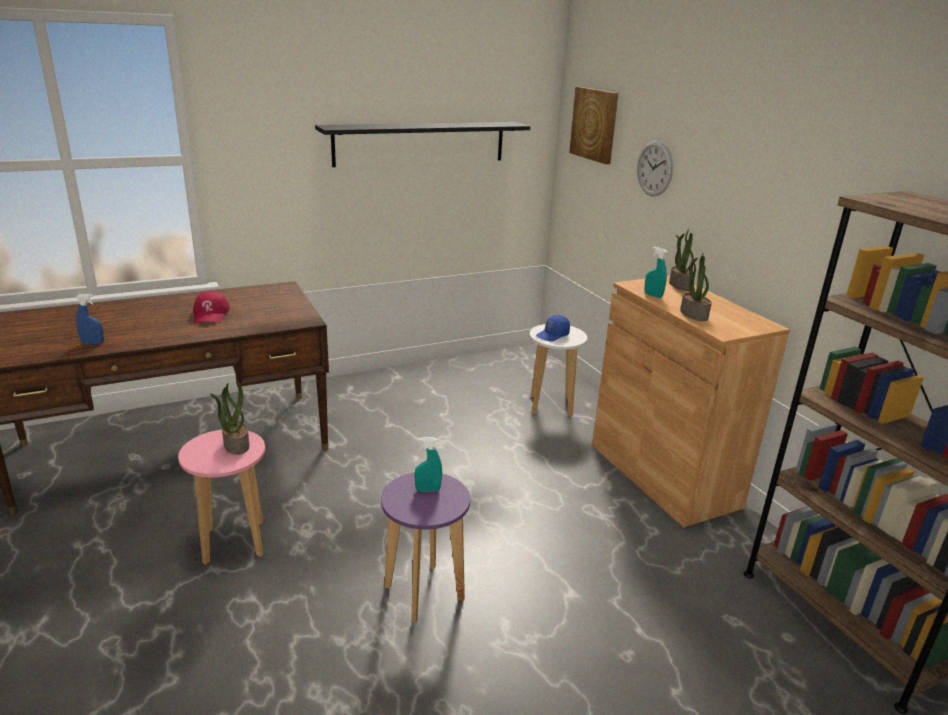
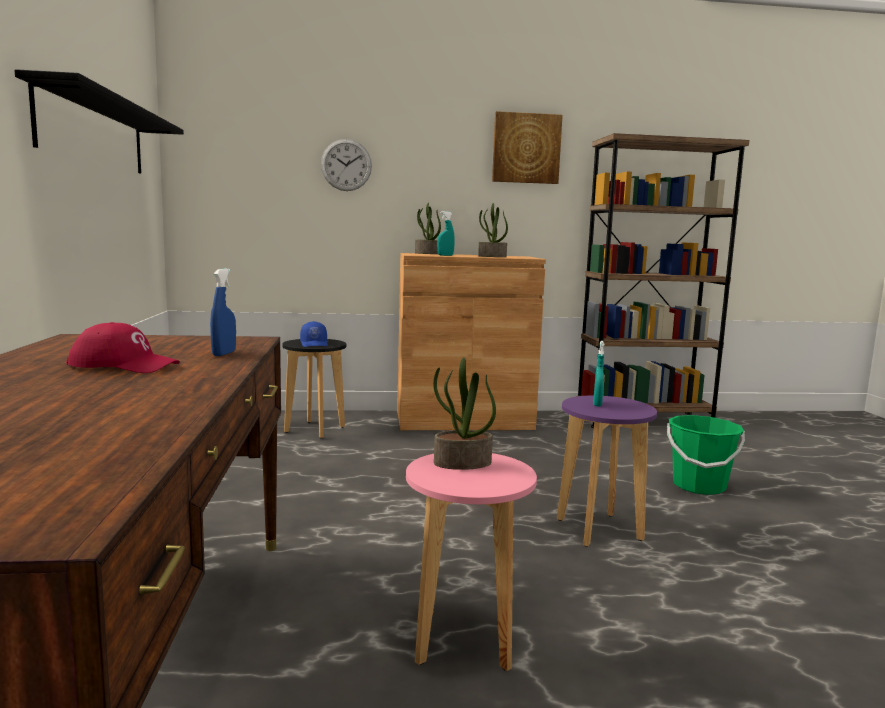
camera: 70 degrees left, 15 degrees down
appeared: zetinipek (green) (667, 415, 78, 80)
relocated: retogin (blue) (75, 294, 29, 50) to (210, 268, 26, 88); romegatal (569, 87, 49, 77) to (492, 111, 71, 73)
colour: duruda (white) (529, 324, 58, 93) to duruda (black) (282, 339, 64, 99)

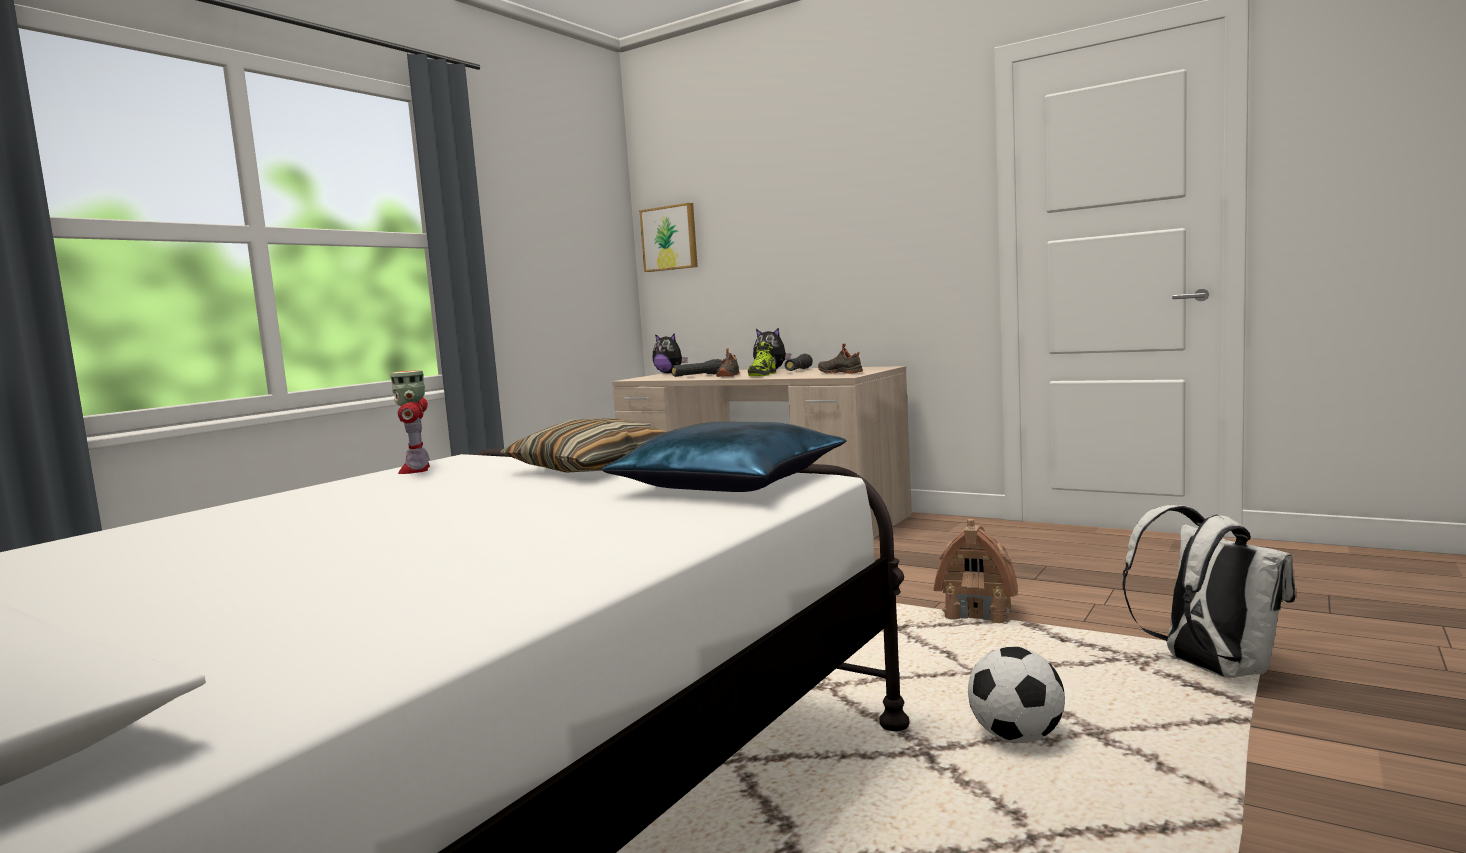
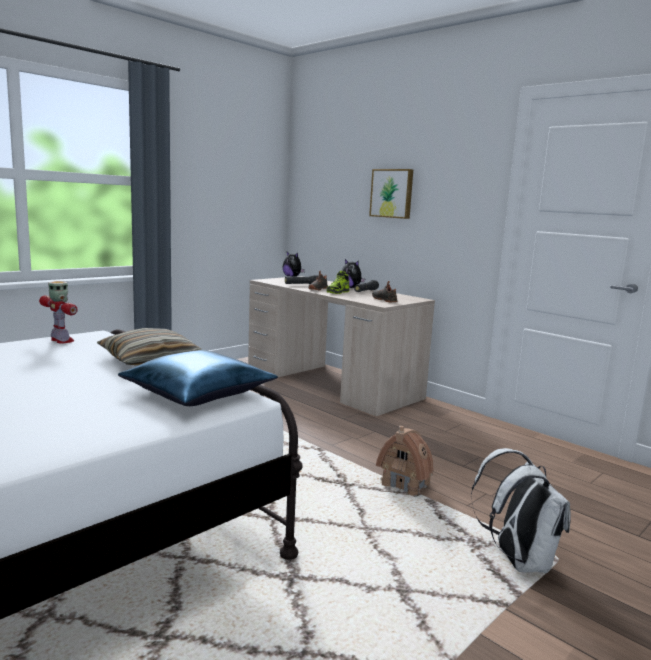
camera: 10 degrees right, 5 degrees up
missing: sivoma (968, 647, 97, 96)
relocated: romegatal (639, 203, 59, 69) to (369, 169, 44, 50)
spun: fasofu (391, 370, 39, 104) = (39, 281, 39, 63) 135 degrees clockwise

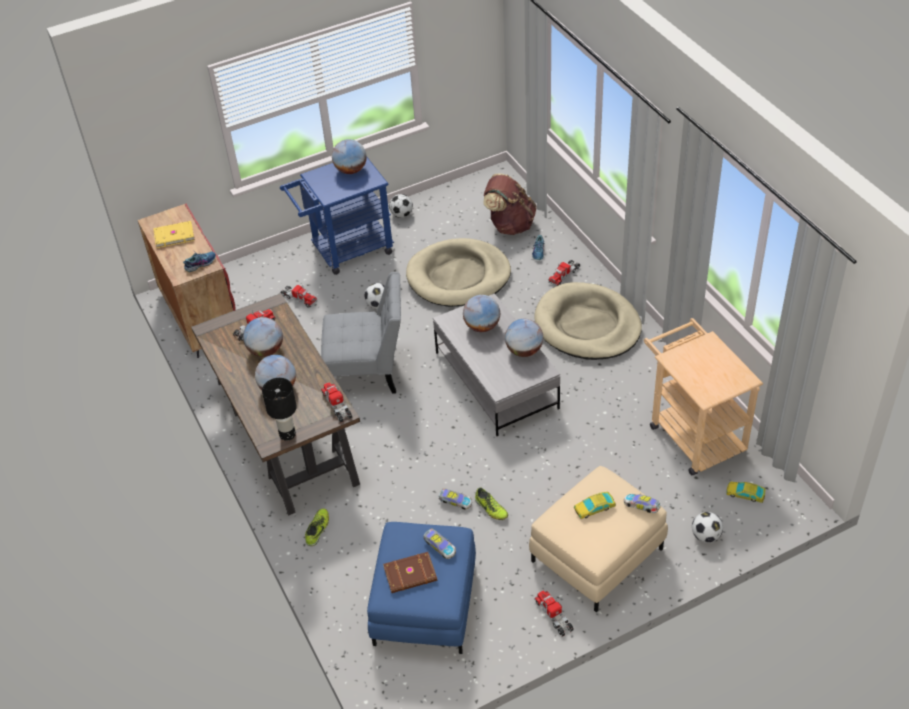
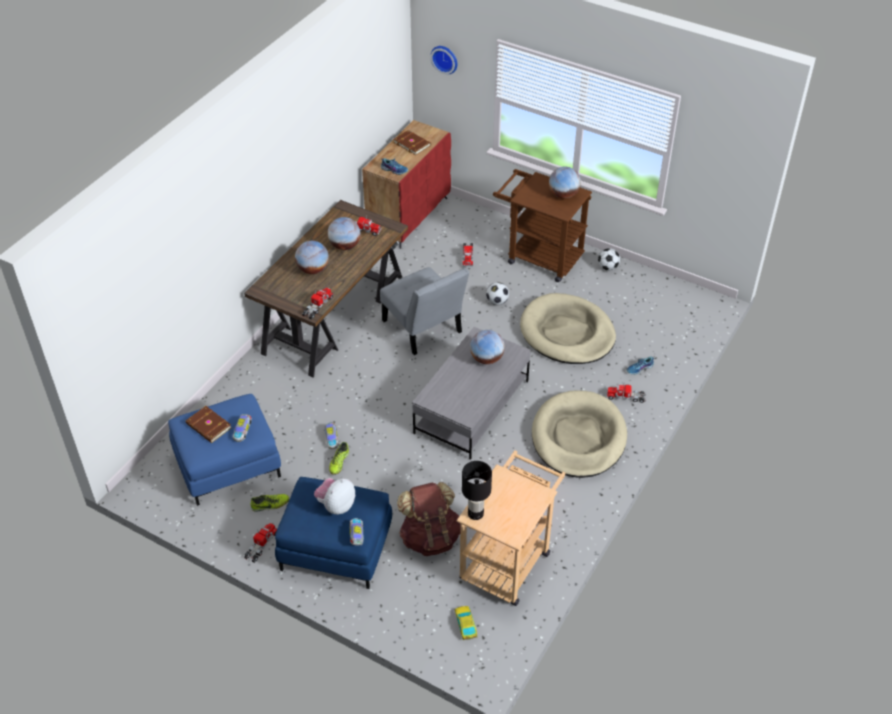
camera: 55 degrees right, 0 degrees up
missing: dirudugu (505, 319, 38, 38); sivoma (692, 512, 31, 31)
appeared: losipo (431, 46, 26, 28)
relocated: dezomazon (305, 508, 24, 38) to (250, 494, 39, 18); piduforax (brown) (484, 174, 53, 61) to (397, 482, 64, 74); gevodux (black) (262, 378, 35, 63) to (462, 461, 30, 59)
exchanged: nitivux (574, 492, 42, 27) to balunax (314, 478, 41, 37)
colour: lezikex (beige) (529, 466, 139, 146) to lezikex (blue) (275, 477, 117, 112); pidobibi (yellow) (153, 221, 42, 27) to pidobibi (brown) (393, 130, 38, 25); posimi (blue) (280, 157, 114, 118) to posimi (brown) (493, 169, 99, 113)

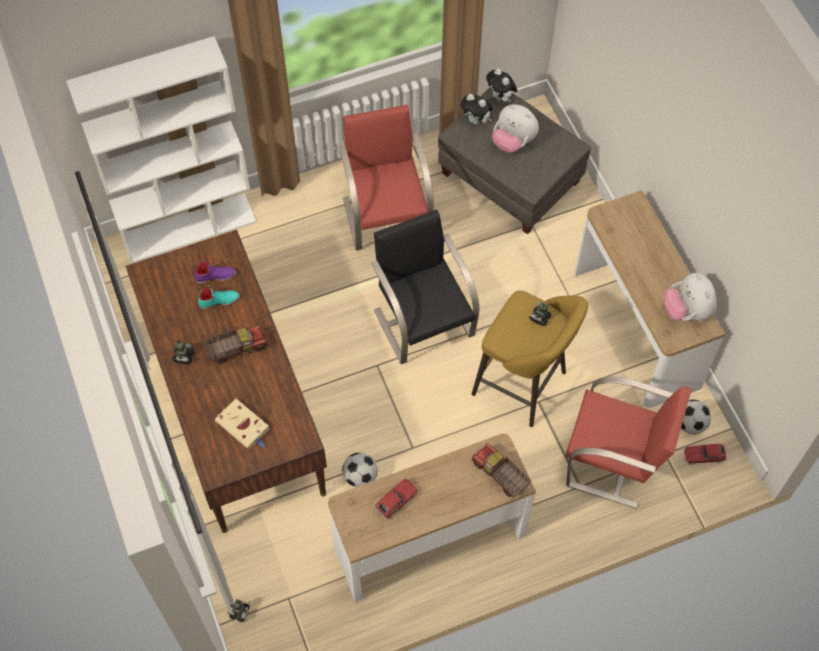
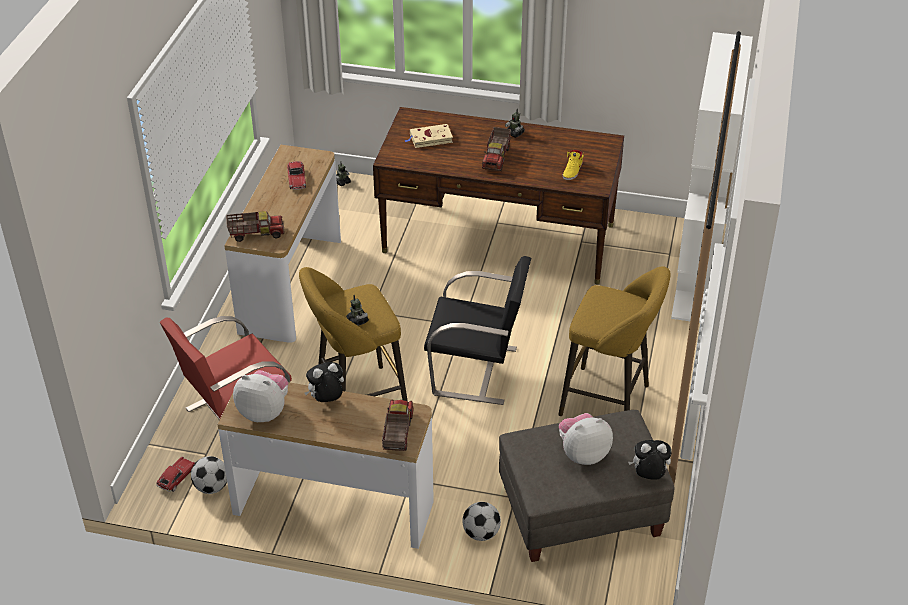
camera: 125 degrees right, 20 degrees down
missing: dezomazon (turquoise) (198, 285, 42, 24)
appeared: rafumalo (382, 400, 31, 51)
relocated: balunax (460, 94, 33, 31) to (305, 362, 39, 40); sivoma (342, 453, 35, 34) to (462, 502, 39, 39)
exchanged: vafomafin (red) (339, 105, 95, 146) to duruda (yellow) (558, 267, 112, 149)
colour: dezomazon (purple) (194, 260, 42, 24) to dezomazon (yellow) (562, 150, 22, 30)

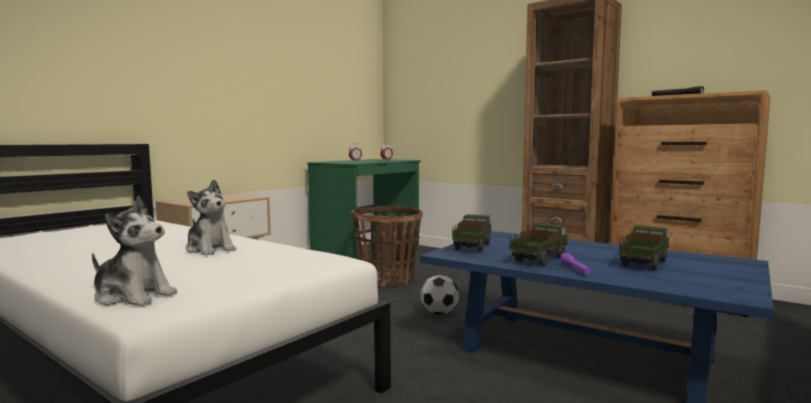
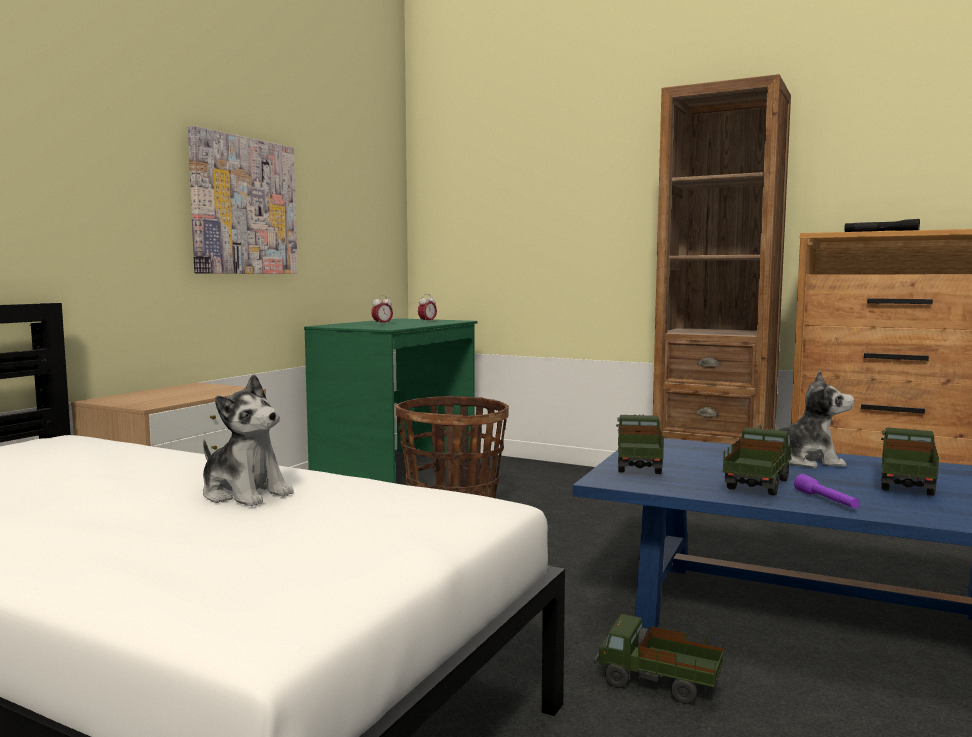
camera: 10 degrees left, 0 degrees up
missing: sivoma (420, 275, 39, 40)
appeared: romegatal (188, 126, 110, 148); rafumalo (594, 614, 130, 90)
relocated: balunax (92, 196, 85, 110) to (758, 370, 97, 98)

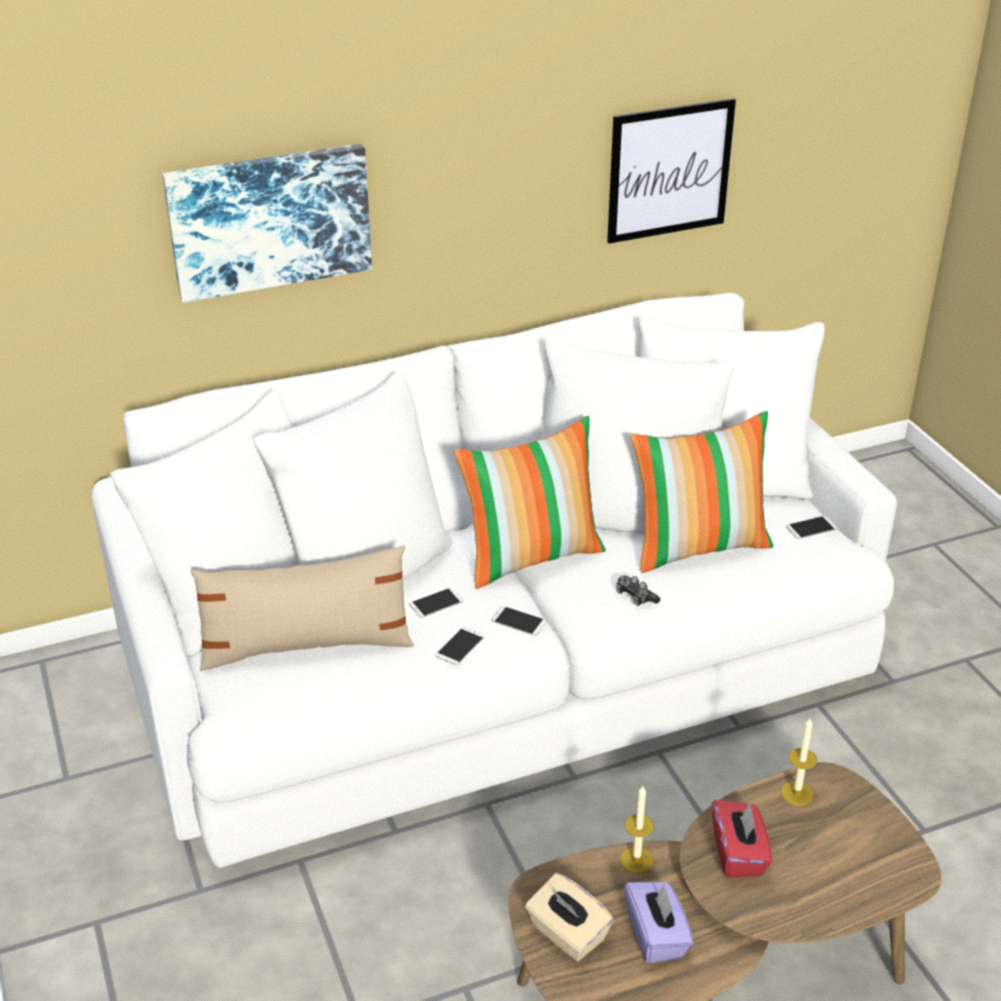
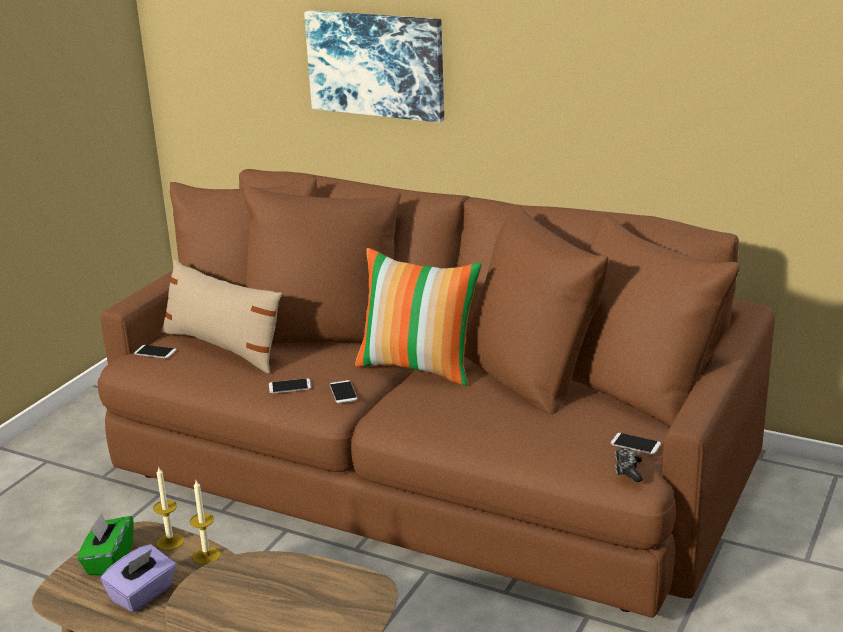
camera: 50 degrees right, 10 degrees down
missing: romegatal (607, 98, 129, 145); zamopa (630, 411, 143, 162); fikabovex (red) (712, 800, 60, 78)
relocated: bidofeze (409, 588, 54, 30) to (134, 345, 42, 13); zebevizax (781, 718, 36, 88) to (153, 468, 31, 82); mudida (616, 576, 44, 30) to (615, 448, 28, 34)
colour: fikabovex (beige) (525, 873, 88, 88) to fikabovex (green) (77, 512, 57, 63); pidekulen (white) (91, 293, 806, 575) to pidekulen (brown) (98, 169, 677, 449)

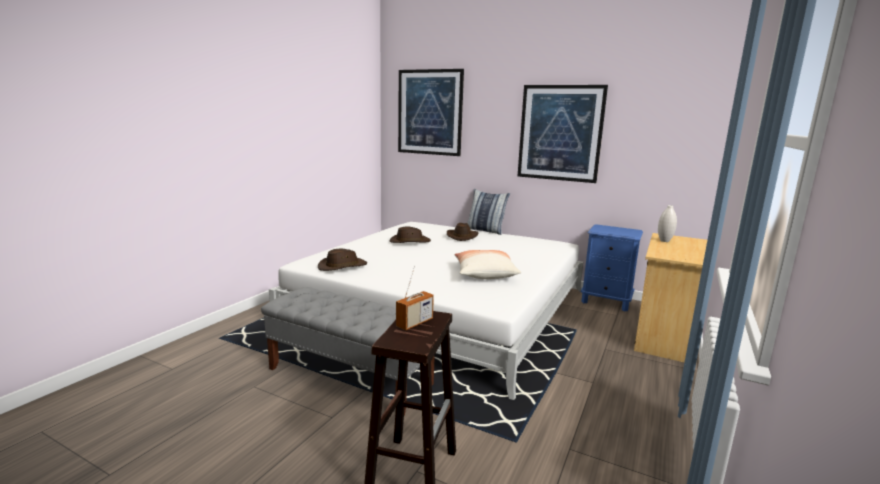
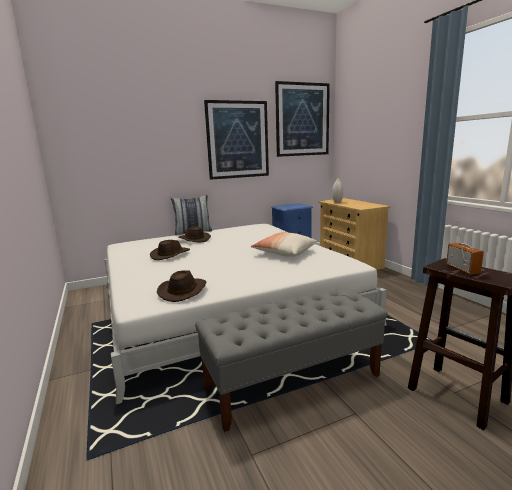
camera: 50 degrees left, 0 degrees up
relocated: romegatal (398, 69, 66, 87) to (275, 81, 55, 76)

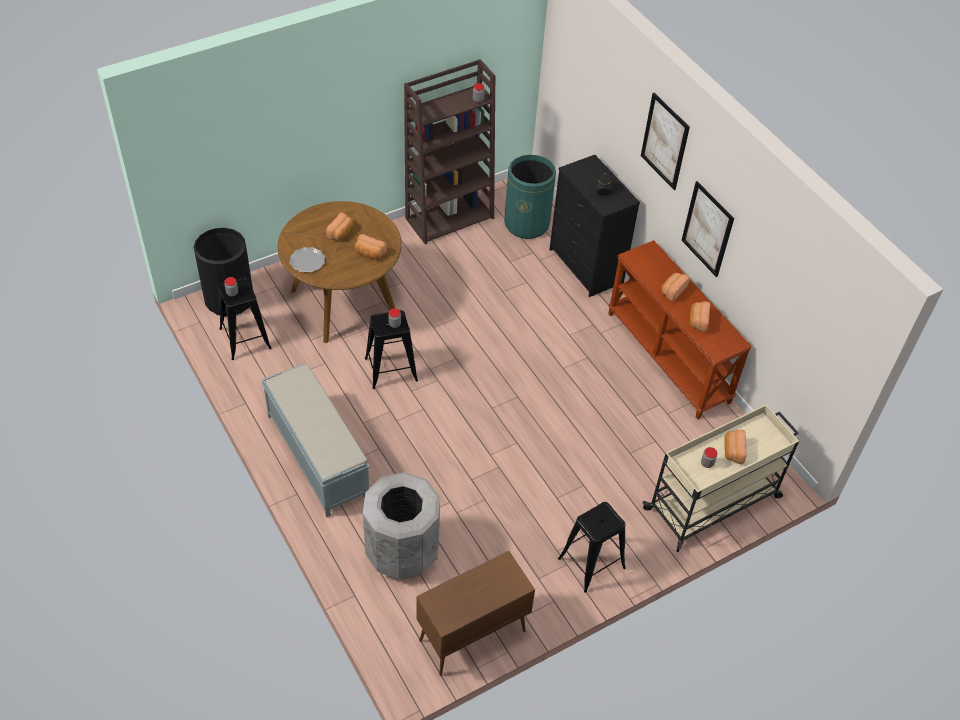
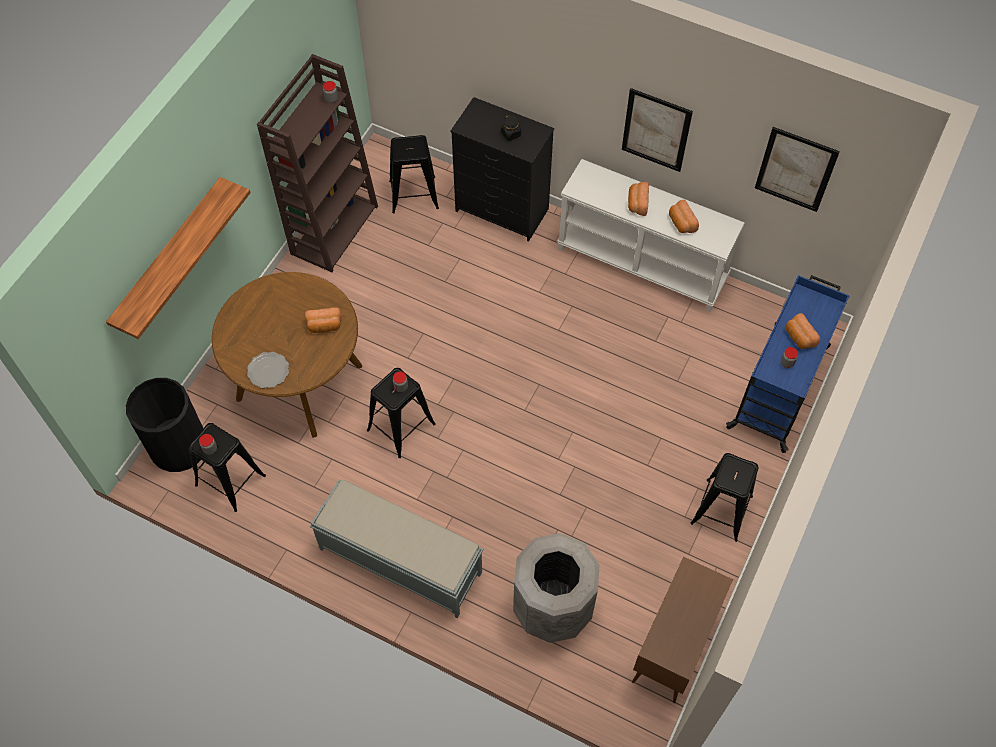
camera: 30 degrees left, 10 degrees up
missing: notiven (326, 212, 28, 28)
appeared: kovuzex (106, 177, 145, 162)
relocated: romegatal (641, 93, 49, 97) to (755, 127, 85, 85)
exchanged: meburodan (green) (504, 155, 52, 84) to duruda (black) (389, 135, 50, 79)
colour: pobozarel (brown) (608, 240, 144, 179) to pobozarel (white) (557, 159, 188, 153); posimi (beige) (643, 405, 156, 147) to posimi (blue) (726, 275, 124, 178)

